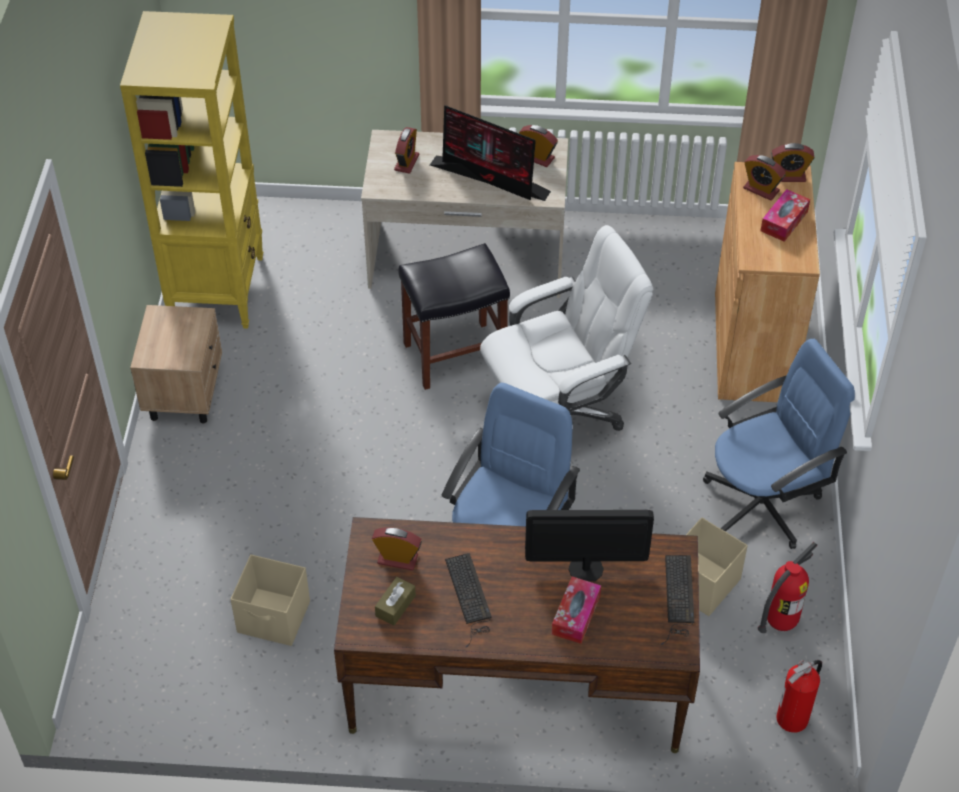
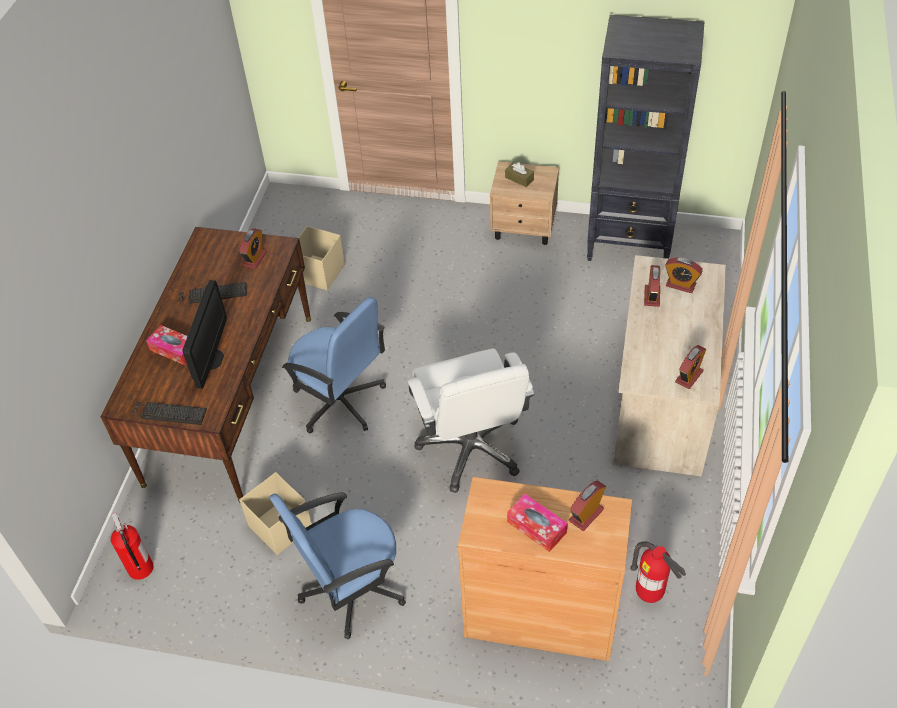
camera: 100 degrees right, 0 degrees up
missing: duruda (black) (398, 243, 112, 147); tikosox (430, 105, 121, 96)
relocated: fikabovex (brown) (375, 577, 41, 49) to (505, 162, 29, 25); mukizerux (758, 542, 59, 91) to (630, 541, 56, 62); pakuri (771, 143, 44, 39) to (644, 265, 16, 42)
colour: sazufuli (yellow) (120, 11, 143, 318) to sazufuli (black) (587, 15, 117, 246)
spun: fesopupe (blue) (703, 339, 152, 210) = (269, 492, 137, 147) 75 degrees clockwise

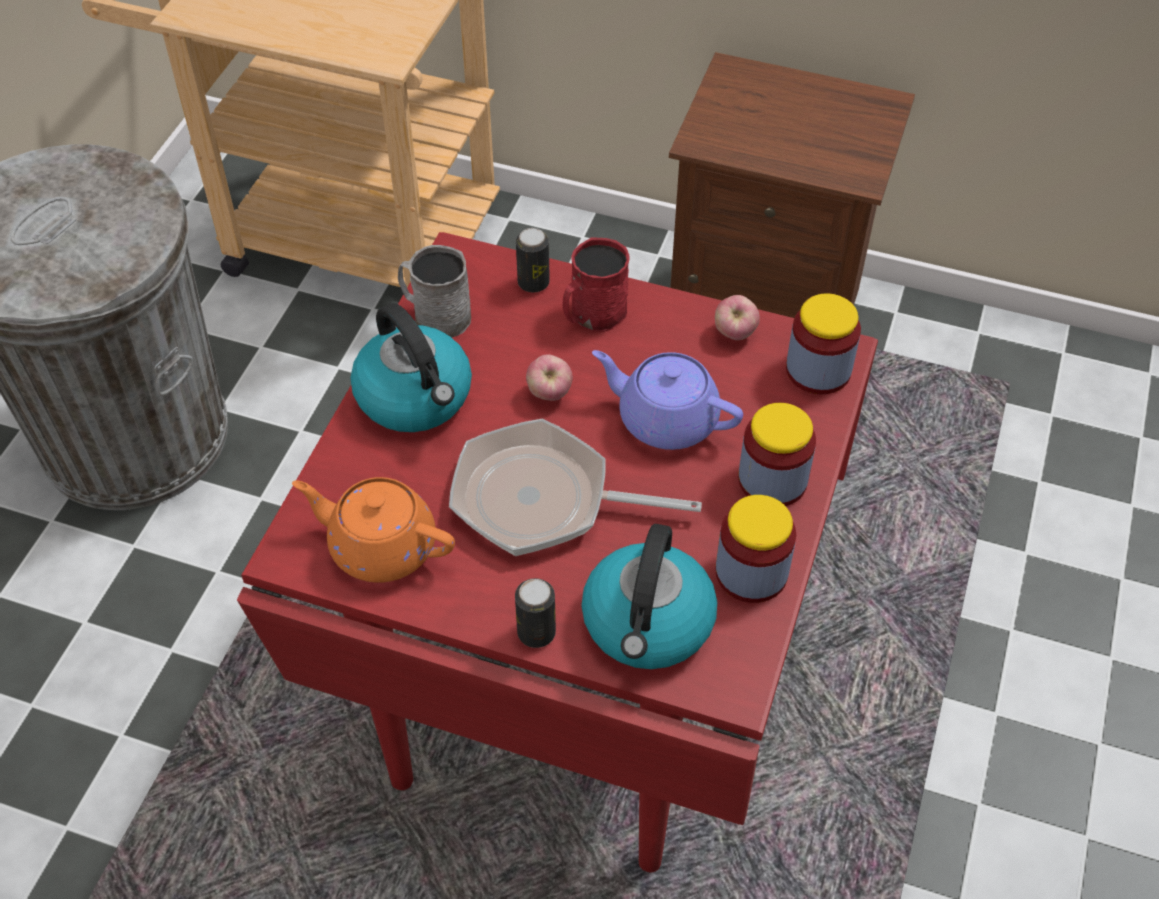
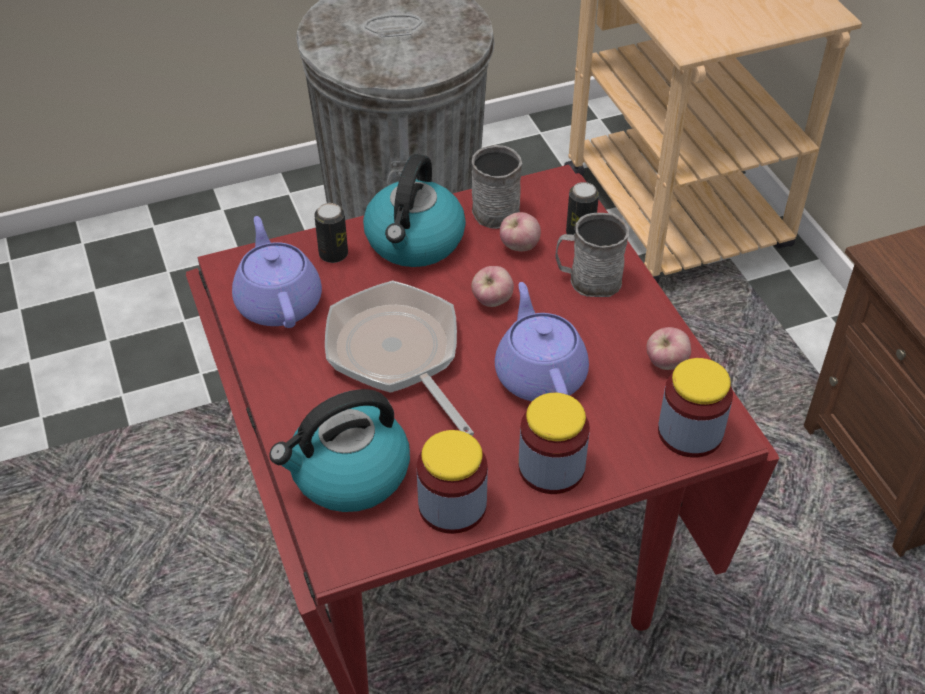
camera: 50 degrees right, 5 degrees down
appeared: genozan (500, 212, 41, 39)
relocated: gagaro (515, 578, 41, 70) to (314, 203, 34, 60)
colour: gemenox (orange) (292, 477, 163, 106) to gemenox (purple) (232, 216, 90, 112); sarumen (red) (563, 237, 67, 95) to sarumen (grey) (555, 213, 74, 84)

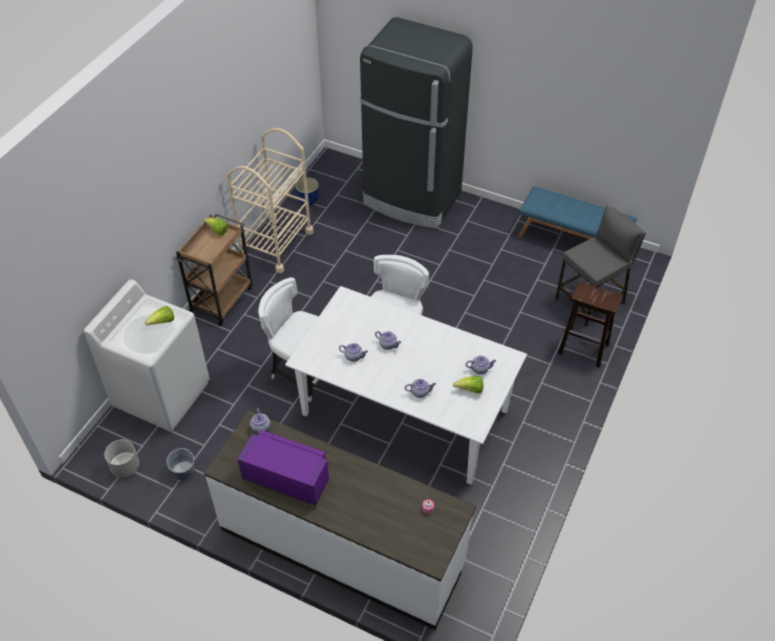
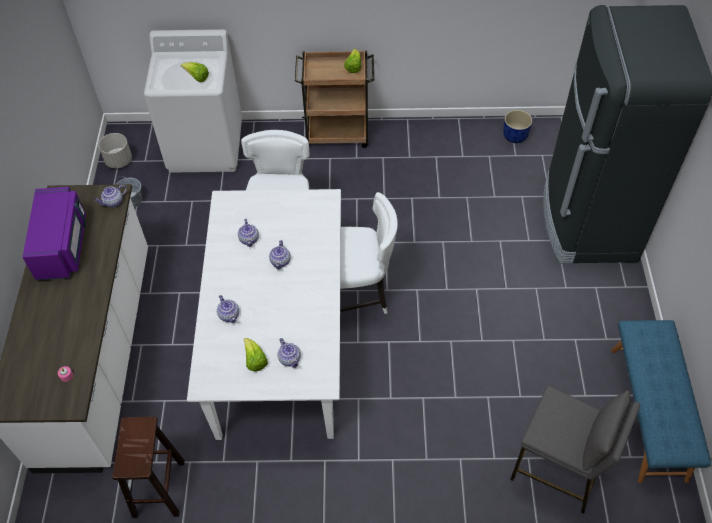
camera: 65 degrees right, 5 degrees up
missing: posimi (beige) (227, 128, 87, 145)
relocated: duruda (brown) (558, 281, 64, 87) to (112, 417, 73, 101)

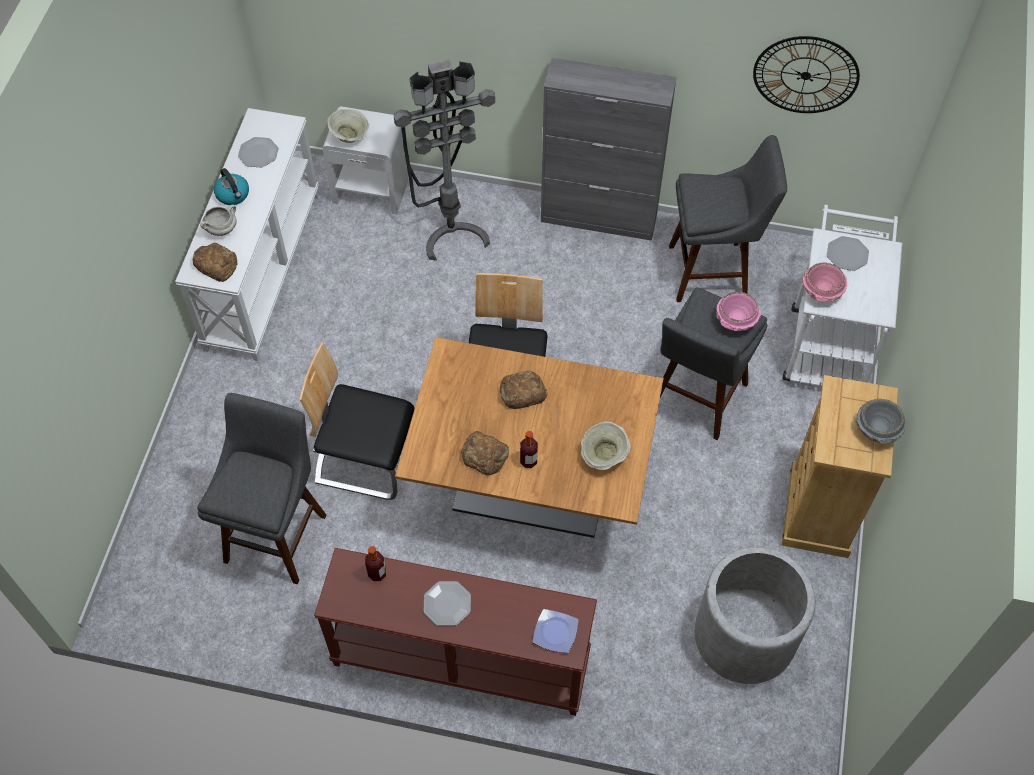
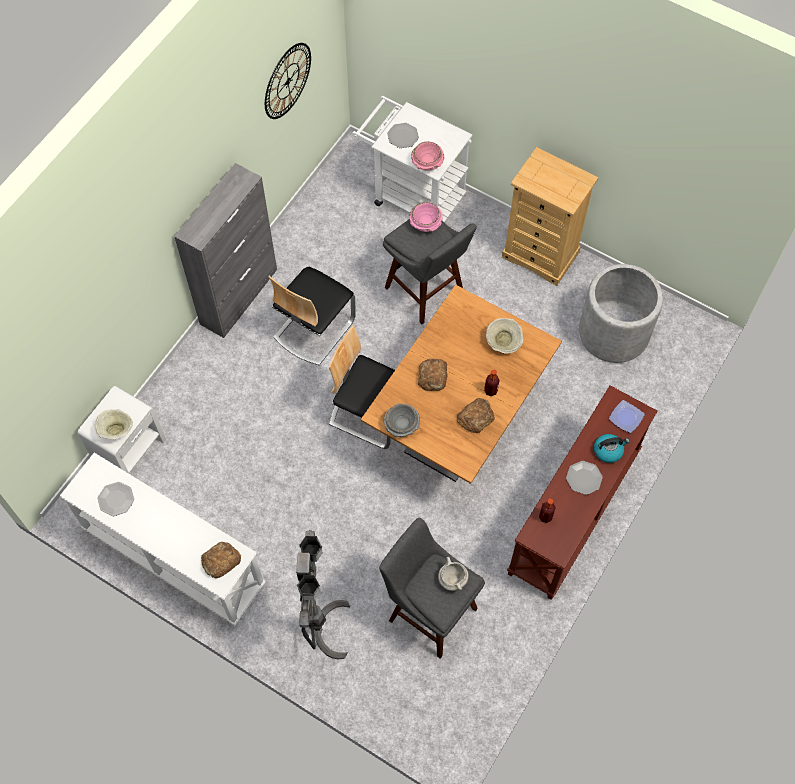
camera: 70 degrees left, 5 degrees up
missing: duruda (grey) (669, 135, 118, 167)
relocated: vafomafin (299, 342, 116, 158) to (268, 267, 88, 98); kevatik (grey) (394, 60, 101, 201) to (296, 530, 54, 129); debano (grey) (855, 399, 52, 45) to (383, 404, 37, 33); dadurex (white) (200, 205, 36, 31) to (438, 557, 31, 34); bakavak (214, 168, 35, 37) to (594, 434, 36, 29)

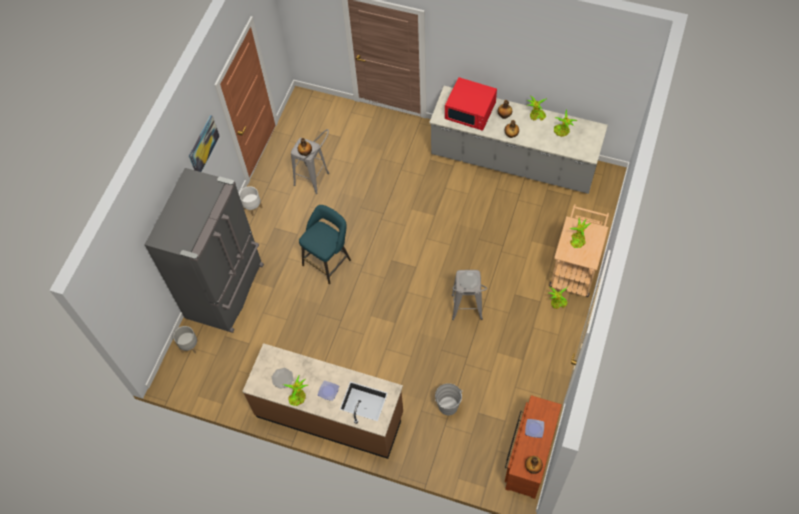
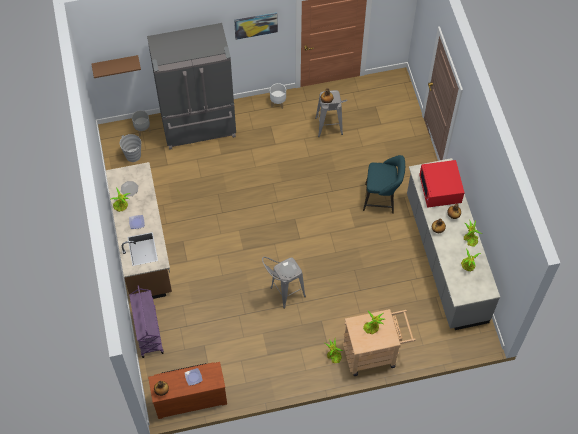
camera: 55 degrees right, 0 degrees up
appeared: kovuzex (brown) (91, 55, 50, 23); posimi (purple) (129, 285, 35, 73)
relocated: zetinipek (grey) (435, 383, 28, 32) to (120, 134, 21, 28); duruda (turquoise) (299, 205, 52, 79) to (363, 155, 42, 59)

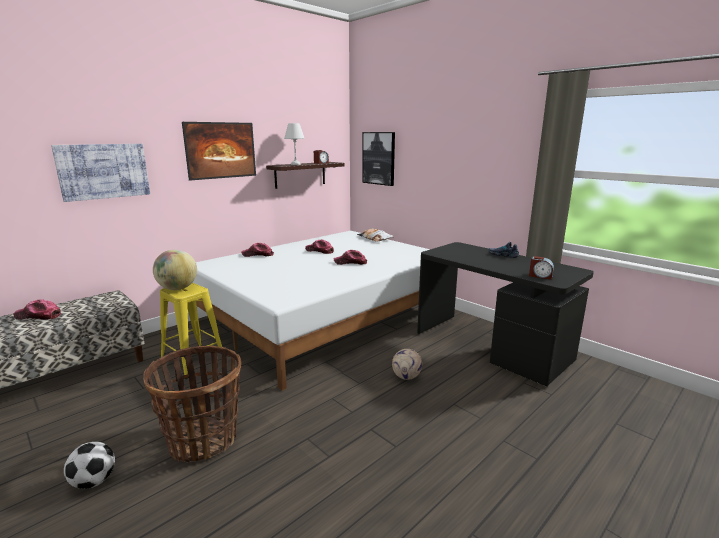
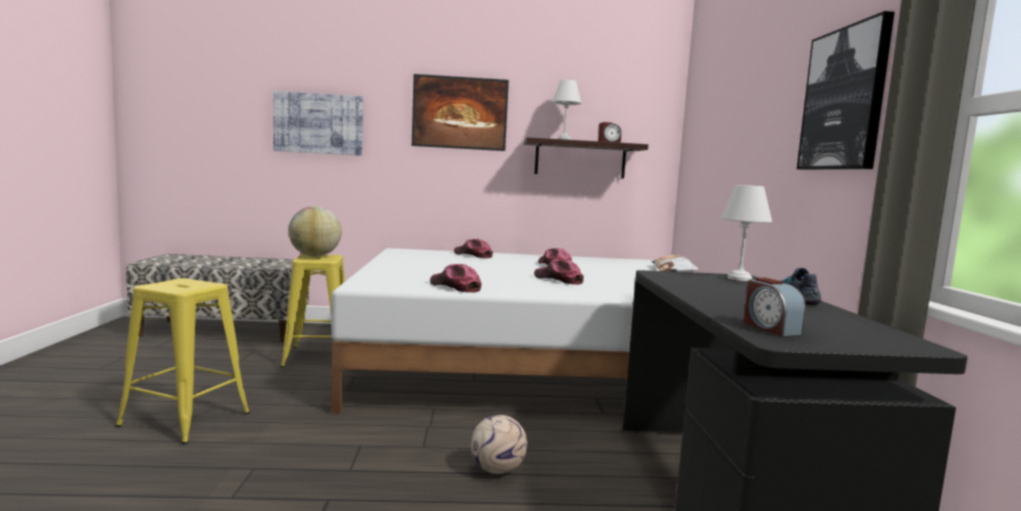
camera: 40 degrees right, 10 degrees down
missing: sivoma (64, 442, 51, 47)
appeared: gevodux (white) (721, 185, 51, 96)
relocated: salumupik (14, 299, 47, 21) to (430, 264, 52, 29); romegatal (362, 132, 33, 54) to (797, 11, 98, 159)
exchanged: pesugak (143, 346, 98, 117) to duruda (yellow) (116, 278, 134, 166)

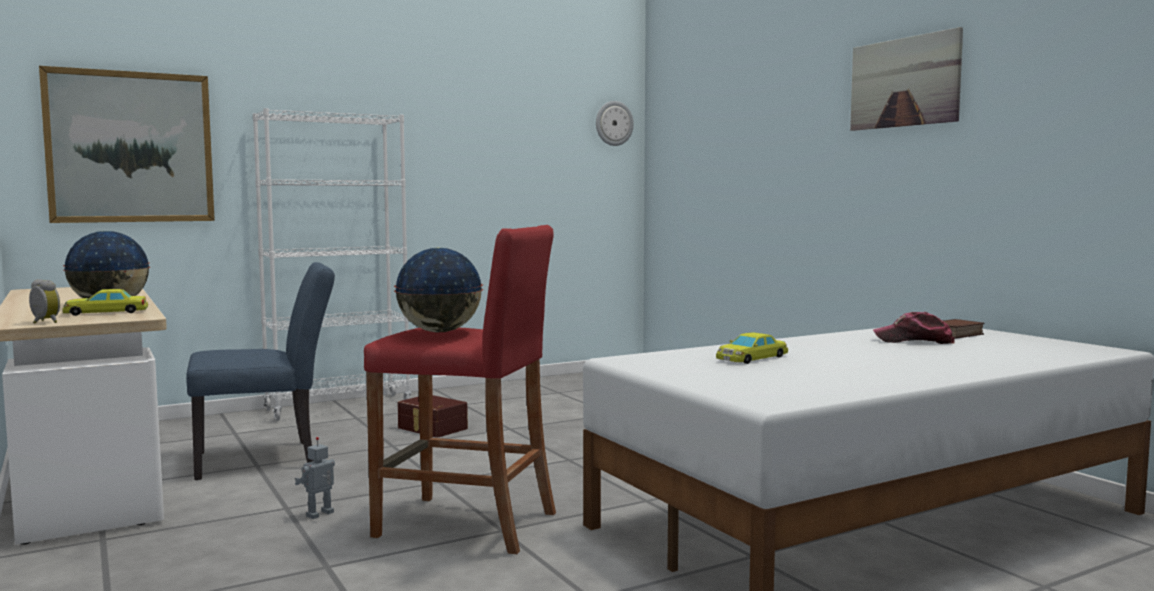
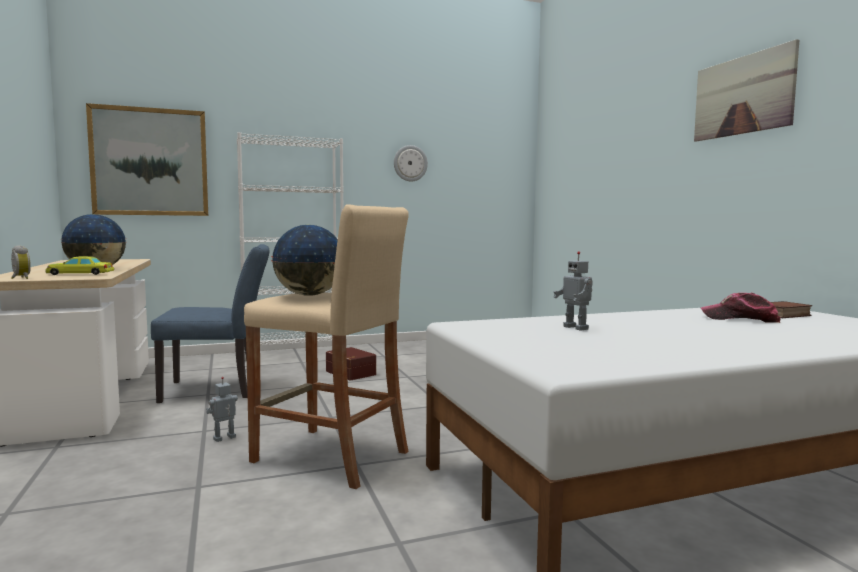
camera: 10 degrees right, 0 degrees up
relocated: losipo (596, 101, 38, 45) to (394, 145, 34, 37)
exchanged: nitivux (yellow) (716, 332, 72, 32) to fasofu (553, 251, 40, 80)
colour: duruda (red) (364, 225, 192, 329) to duruda (beige) (244, 205, 165, 284)

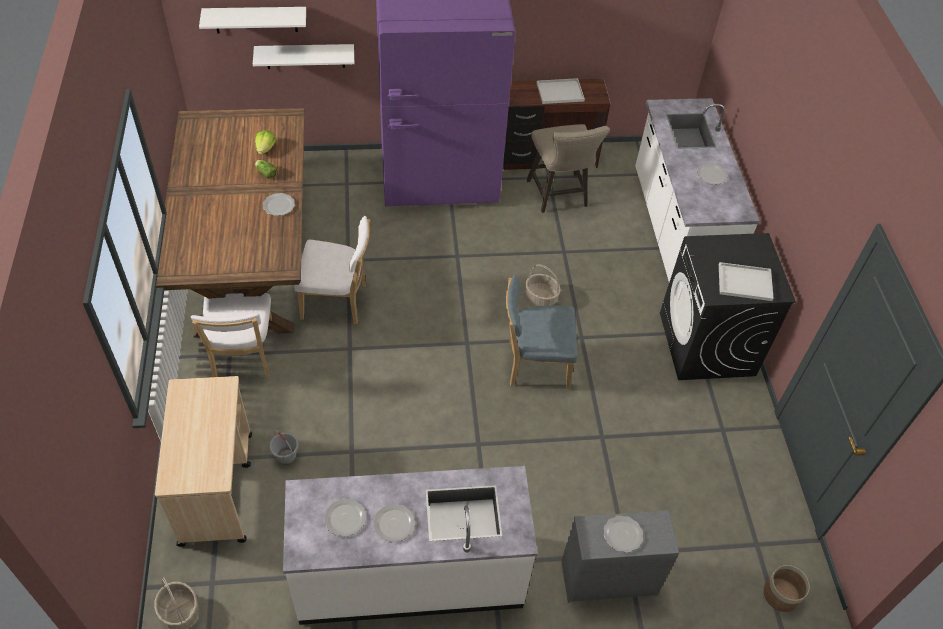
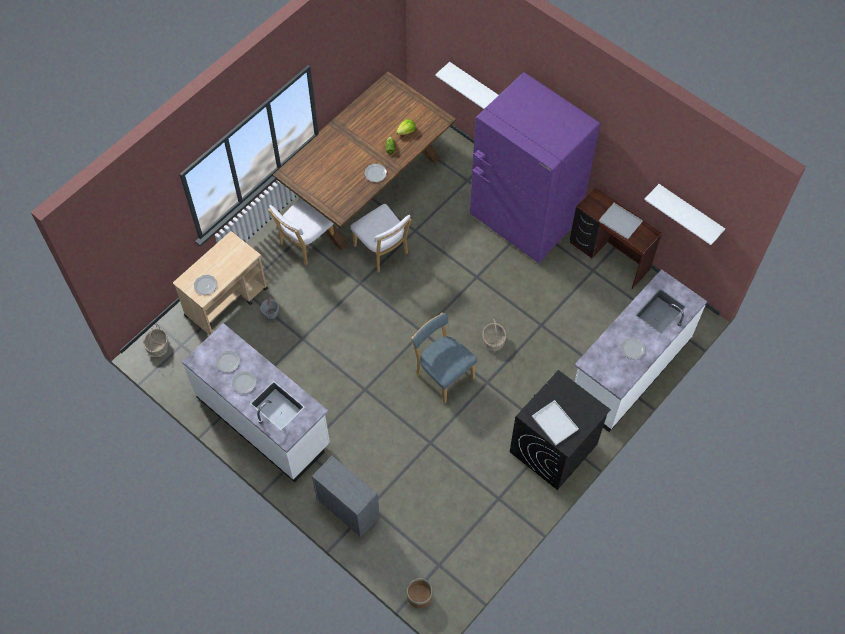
camera: 50 degrees right, 10 degrees up
missing: duruda (beige) (526, 124, 84, 89)
relocated: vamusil (604, 515, 39, 38) to (194, 275, 23, 20); kovuzex (white) (199, 7, 107, 26) to (644, 184, 81, 61)

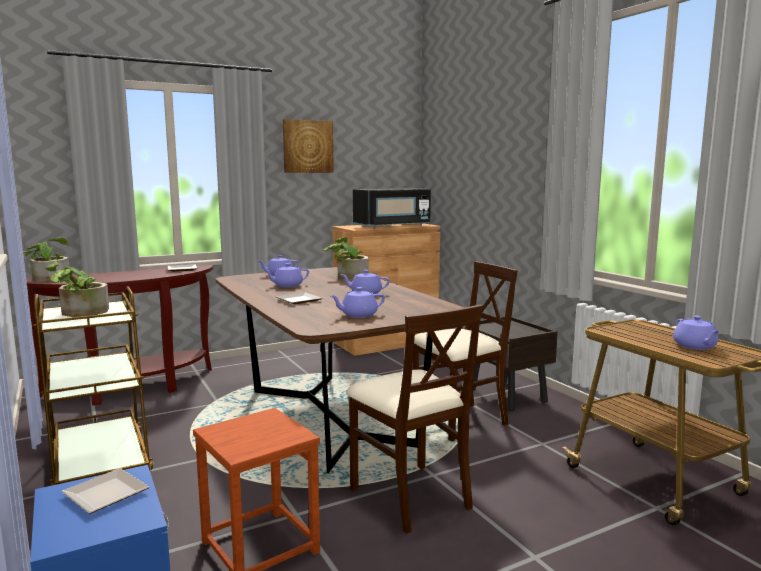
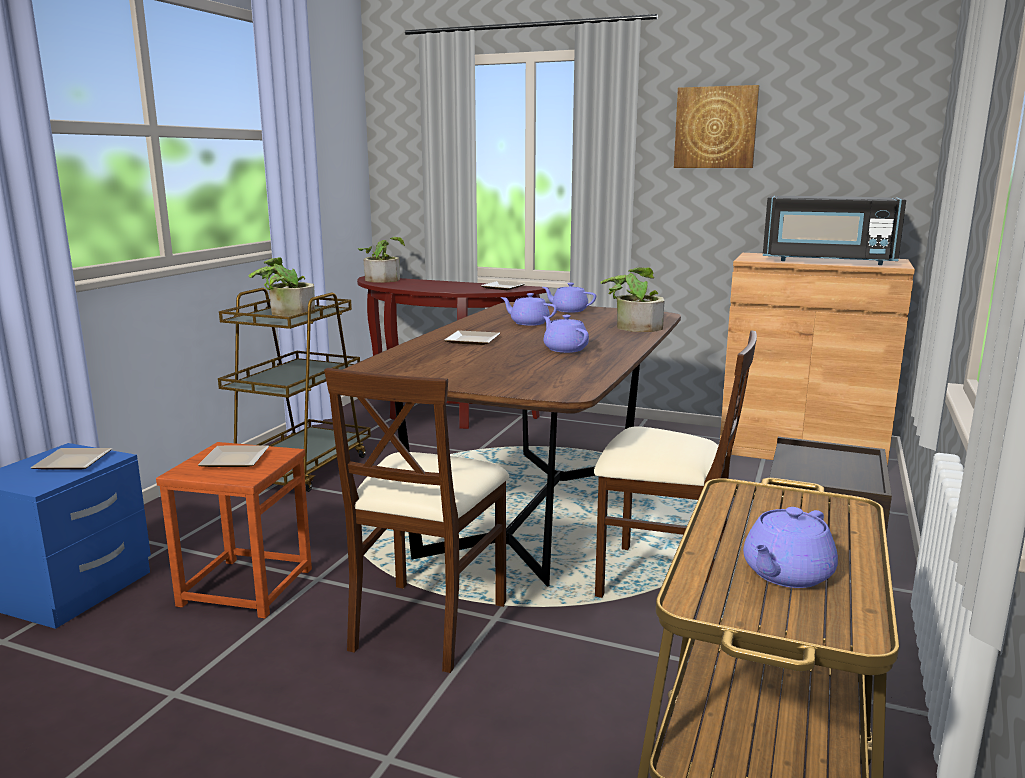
camera: 50 degrees right, 5 degrees up
missing: gemenox (purple) (331, 287, 54, 31)
appeared: vamusil (198, 446, 71, 21)

